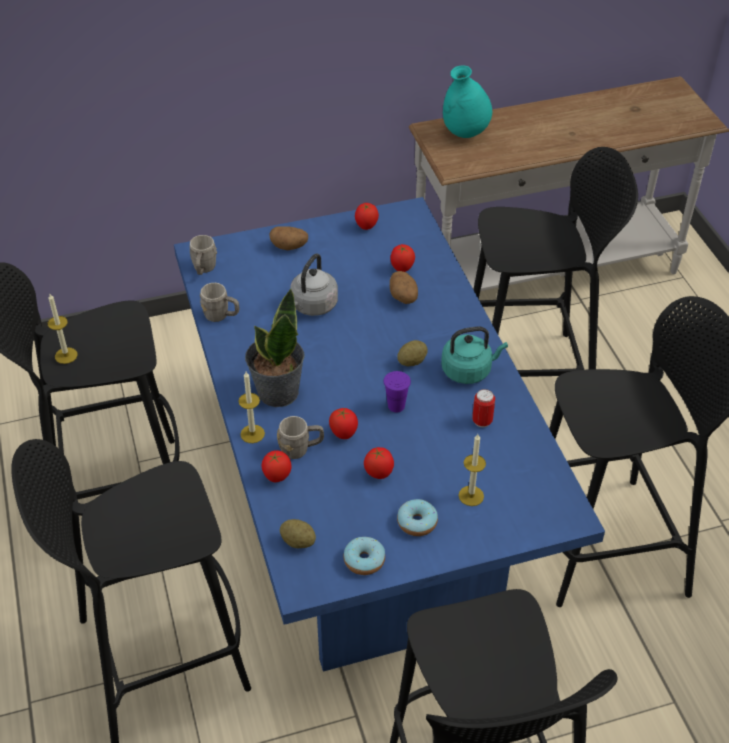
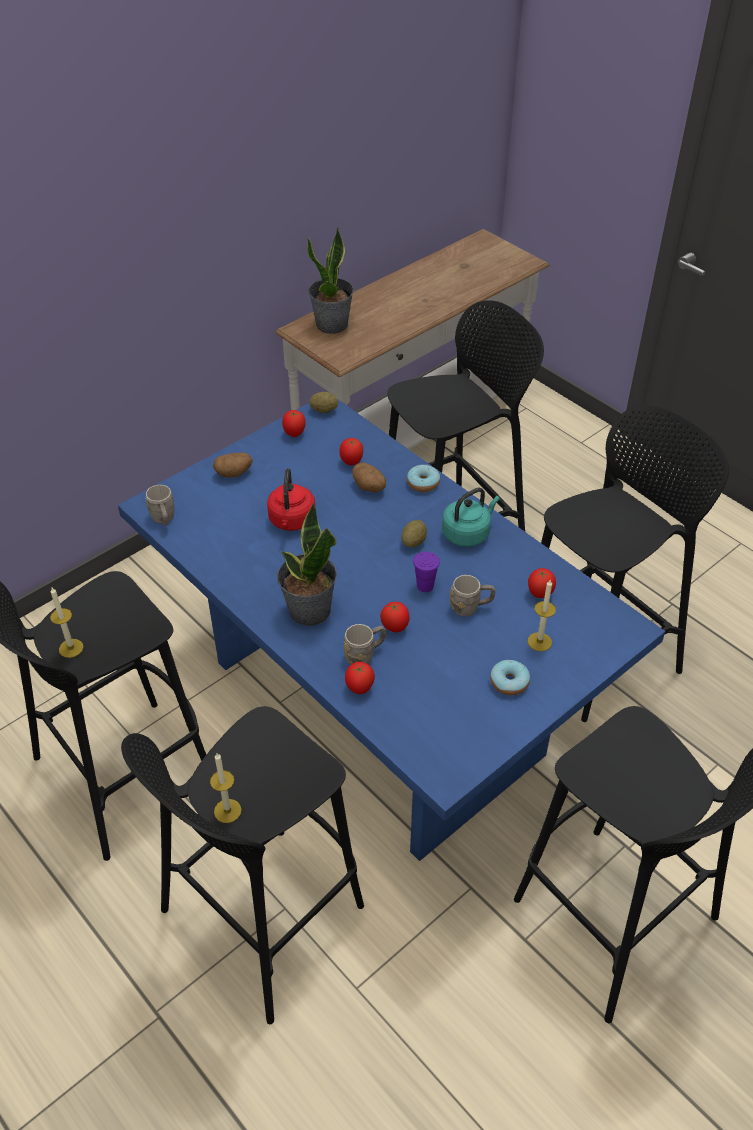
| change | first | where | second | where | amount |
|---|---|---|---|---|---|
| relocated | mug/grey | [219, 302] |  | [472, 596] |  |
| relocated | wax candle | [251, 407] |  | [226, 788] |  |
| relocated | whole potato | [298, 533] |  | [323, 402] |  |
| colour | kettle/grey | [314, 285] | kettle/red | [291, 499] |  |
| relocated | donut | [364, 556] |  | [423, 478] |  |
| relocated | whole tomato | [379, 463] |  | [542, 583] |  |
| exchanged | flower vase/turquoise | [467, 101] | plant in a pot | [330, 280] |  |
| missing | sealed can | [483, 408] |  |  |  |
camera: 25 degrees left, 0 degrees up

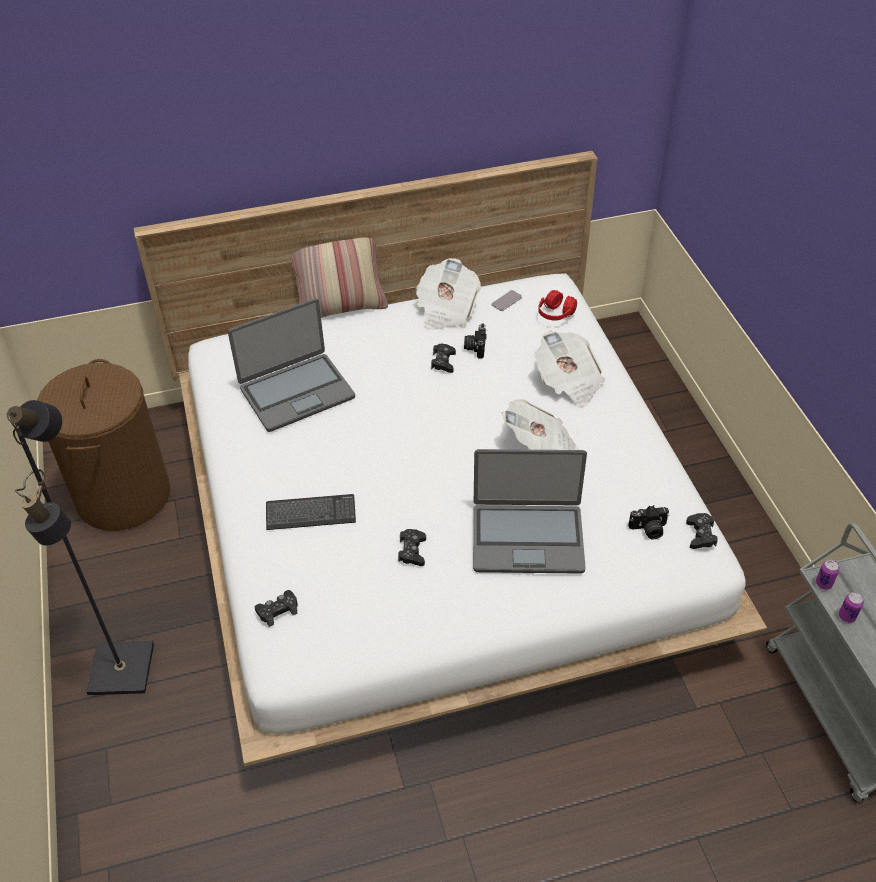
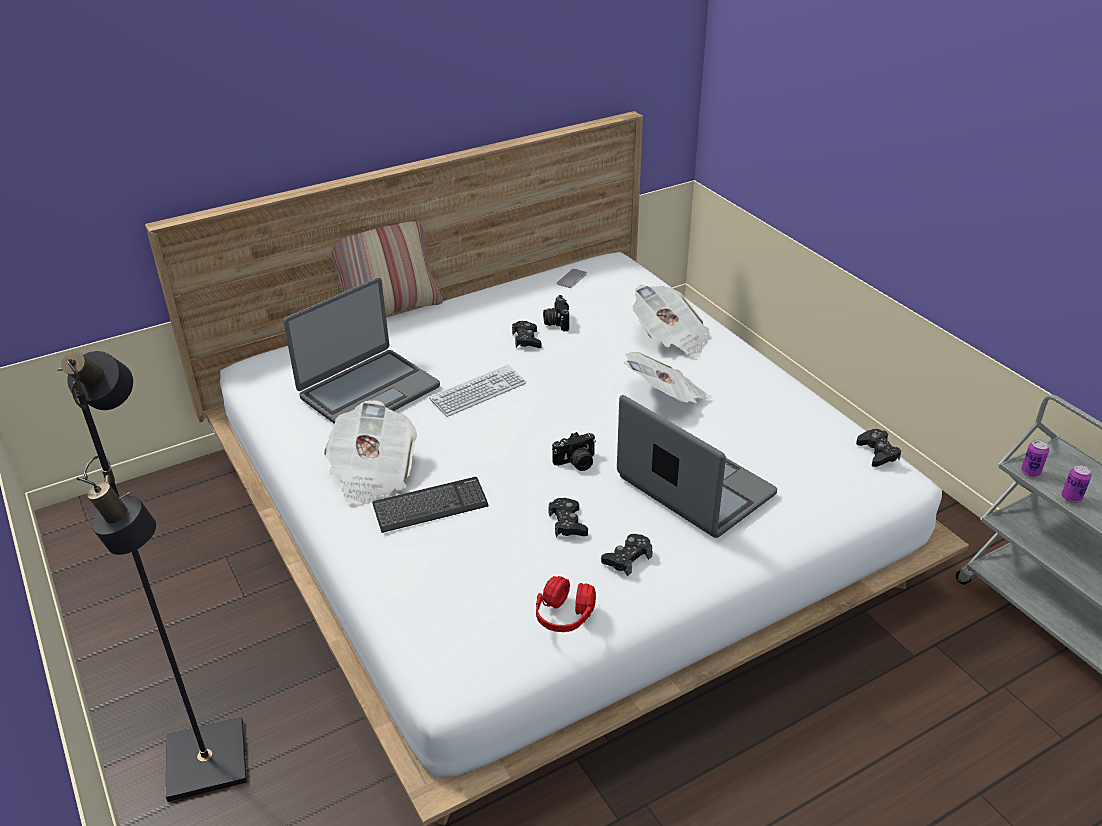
| change | first | where | second | where | amount |
|---|---|---|---|---|---|
| missing | washing basket/brown | [103, 445] |  |  |  |
| relocated | game controller/black-coloured | [276, 608] |  | [627, 555] |  |
| relocated | newspaper | [448, 294] |  | [370, 452] |  |
| spun | notebook computer | [530, 511] |  | [697, 466] | 120 degrees counterclockwise |
| relocated | headset/red | [557, 305] |  | [566, 604] |  |
| relocated | photo camera | [648, 522] |  | [574, 451] |  |
| appeared |  |  | computer keyboard | [477, 391] |  |
camera: 15 degrees left, 10 degrees down

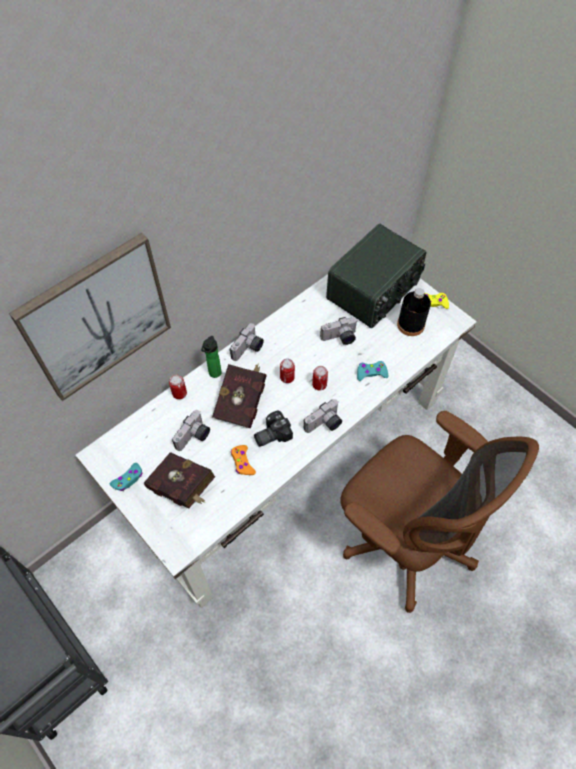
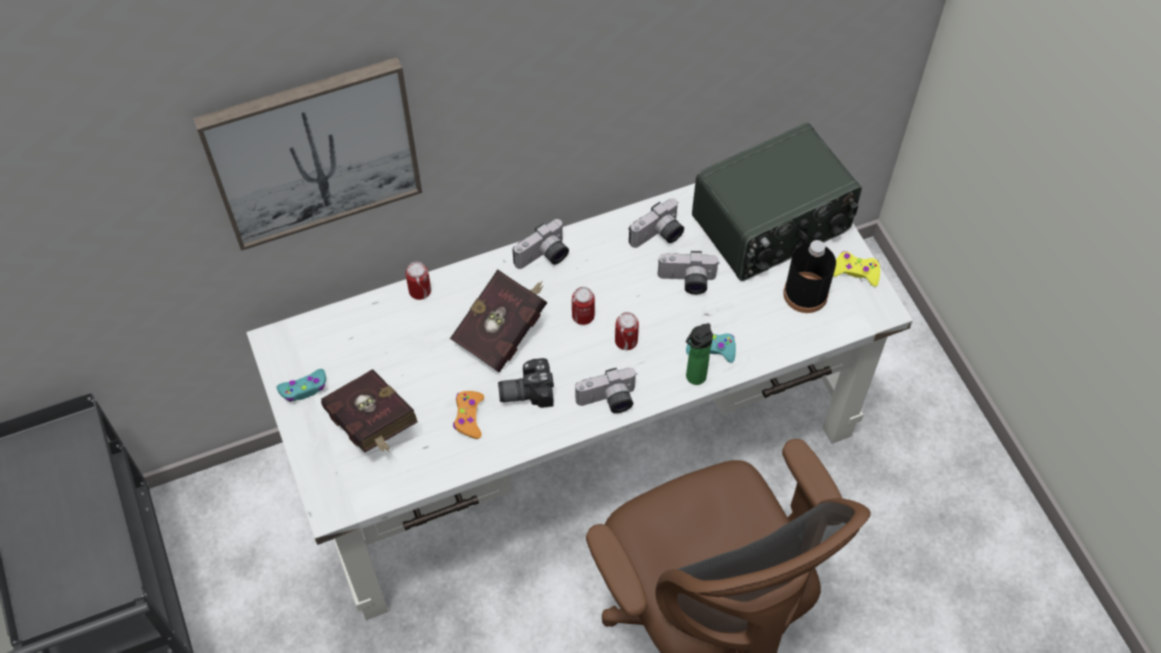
| change | first | where | second | where | amount |
|---|---|---|---|---|---|
| relocated | photo camera | [191, 430] |  | [656, 223] |  |
| relocated | bottle | [211, 357] |  | [699, 354] |  |
camera: 20 degrees right, 0 degrees up

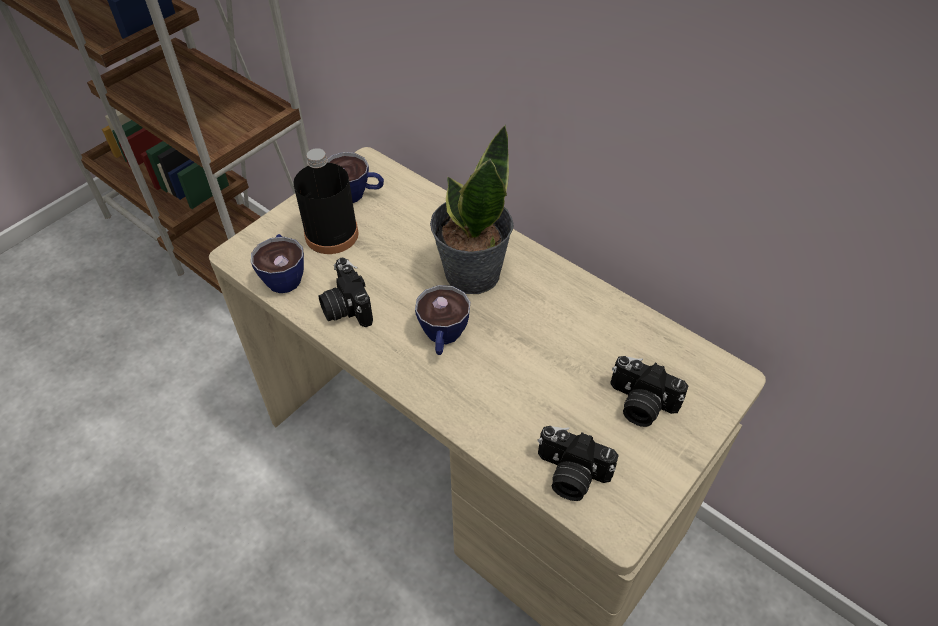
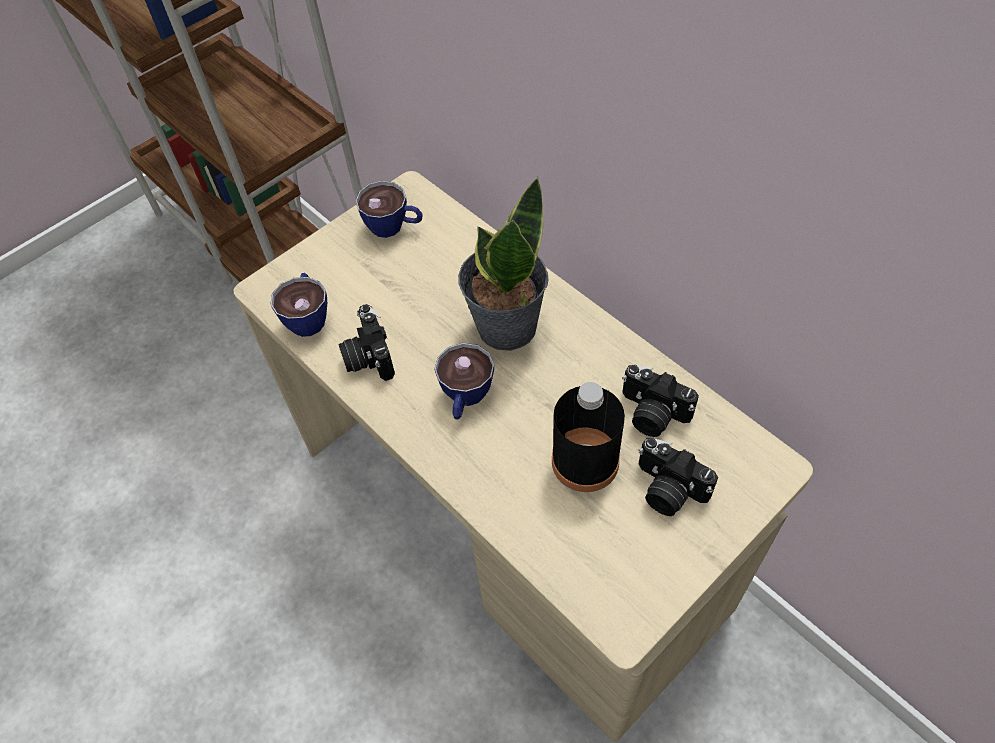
| change | first | where | second | where | amount |
|---|---|---|---|---|---|
| relocated | bottle/black-coloured | [326, 201] |  | [588, 437] |  |
| relocated | photo camera | [578, 463] |  | [660, 401] |  |
camera: 10 degrees right, 5 degrees up

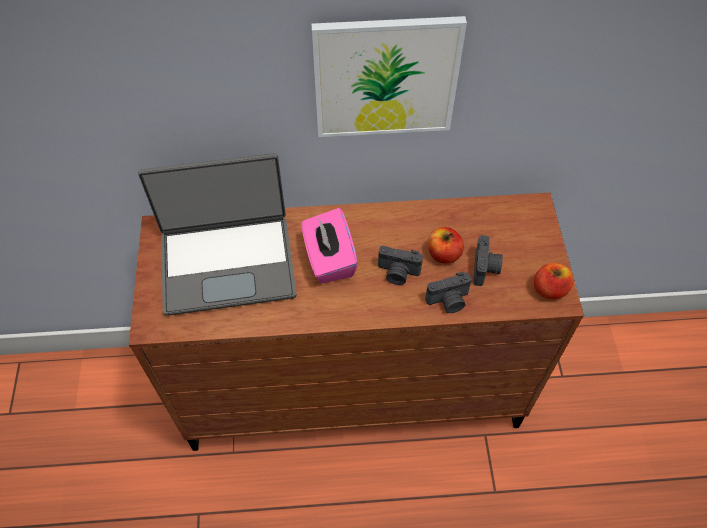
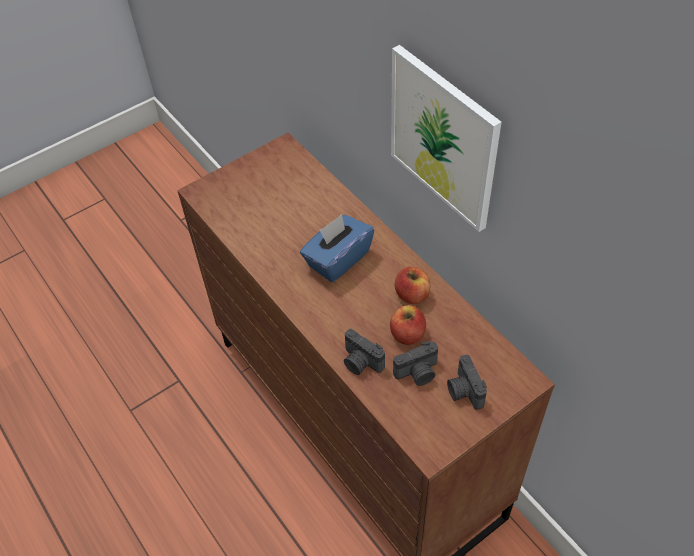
| change | first | where | second | where | amount |
|---|---|---|---|---|---|
| missing | notebook computer | [217, 234] |  |  |  |
| colour | box of tissues/pink | [329, 245] | box of tissues/blue-coloured | [337, 248] |  |
| relocated | photo camera | [400, 265] |  | [467, 382] |  |
| relocated | apple fruit | [554, 281] |  | [412, 285] |  |
camera: 60 degrees right, 5 degrees down

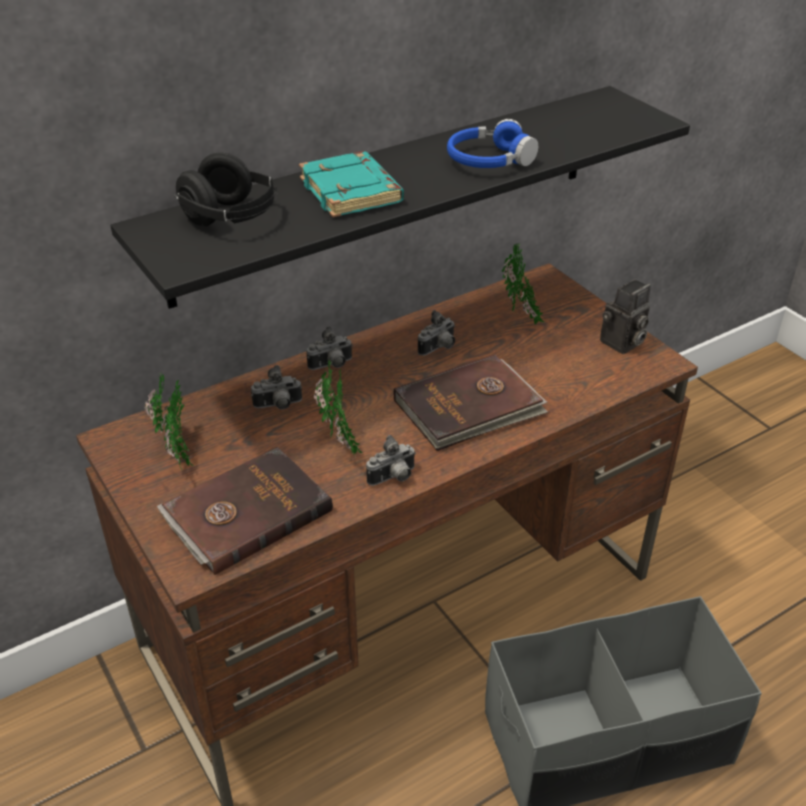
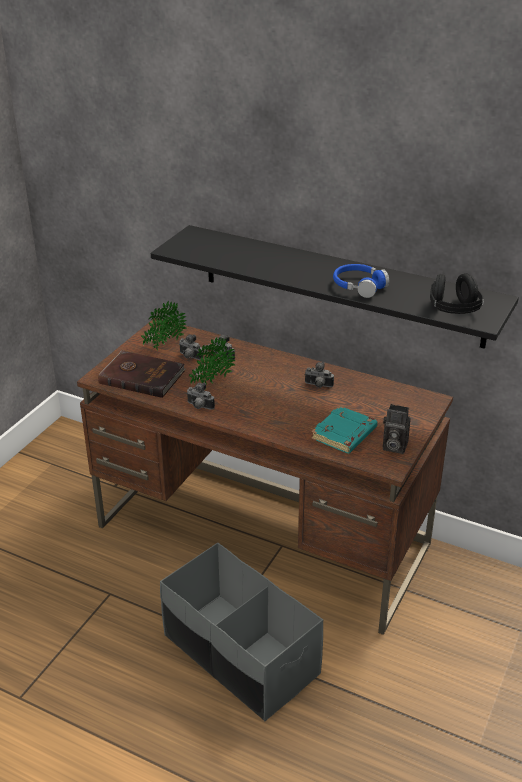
| change | first | where | second | where | amount |
|---|---|---|---|---|---|
| relocated | headset/black-coloured | [225, 189] |  | [457, 293] |  |
| relocated | bound book/turquoise | [351, 184] |  | [344, 429] |  |
| relocated | photo camera | [329, 348] |  | [191, 347] |  |
| missing | bound book/brown | [471, 402] |  |  |  |
| missing | plant in a pot | [523, 284] |  |  |  |
camera: 60 degrees right, 5 degrees down

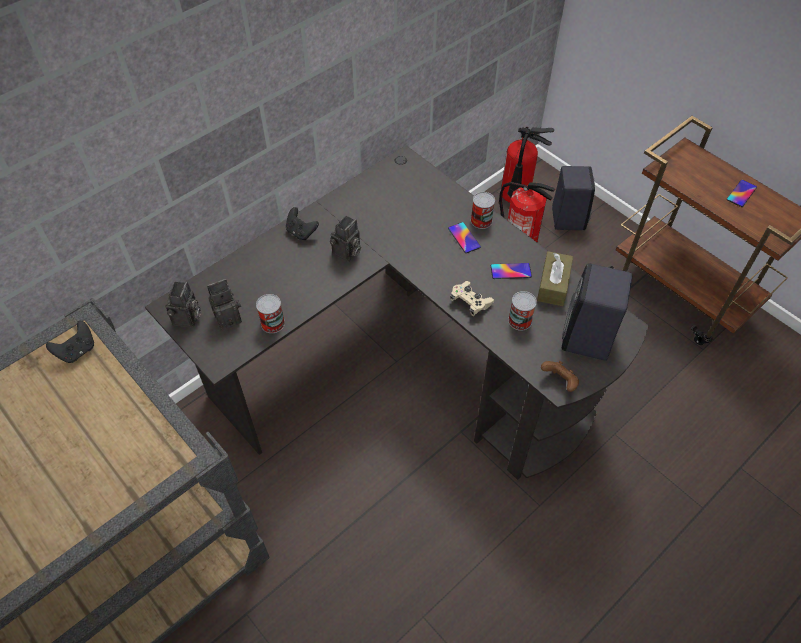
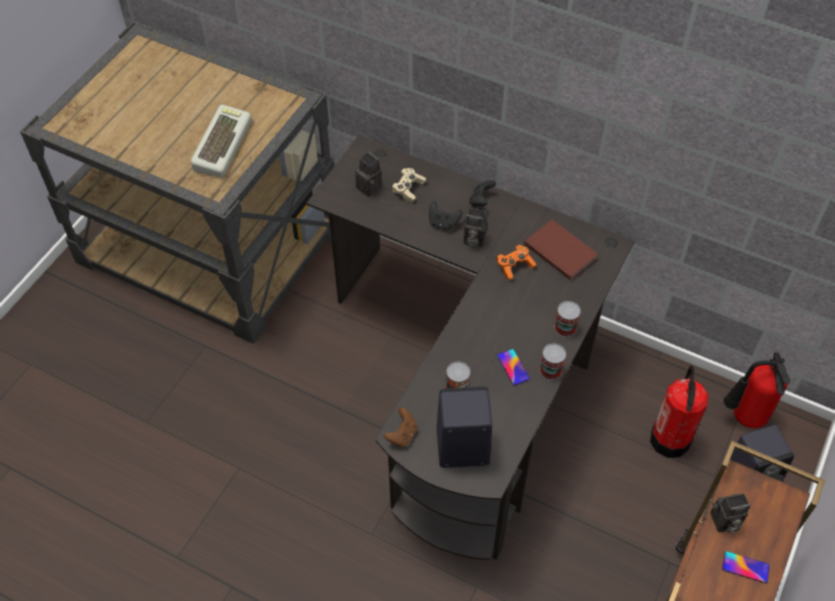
| change | first | where | second | where | amount |
|---|---|---|---|---|---|
| relocated | game controller/black-coloured | [70, 342] |  | [445, 215] |  |
| relocated | photo camera | [183, 304] |  | [730, 513] |  |
| relocated | sealed can | [270, 313] |  | [553, 361] |  |
| missing | handset | [464, 237] |  |  |  |
| relocated | game controller/sand-coloured | [472, 298] |  | [408, 185] |  |
| missing | box of tissues/brown | [555, 278] |  |  |  |
| appeared |  |  | computer keyboard | [221, 140] |  |
| appeared |  |  | game controller/orange-coloured | [516, 262] |  |
| appeared |  |  | bound book/brown | [561, 250] |  |
camera: 70 degrees right, 0 degrees up

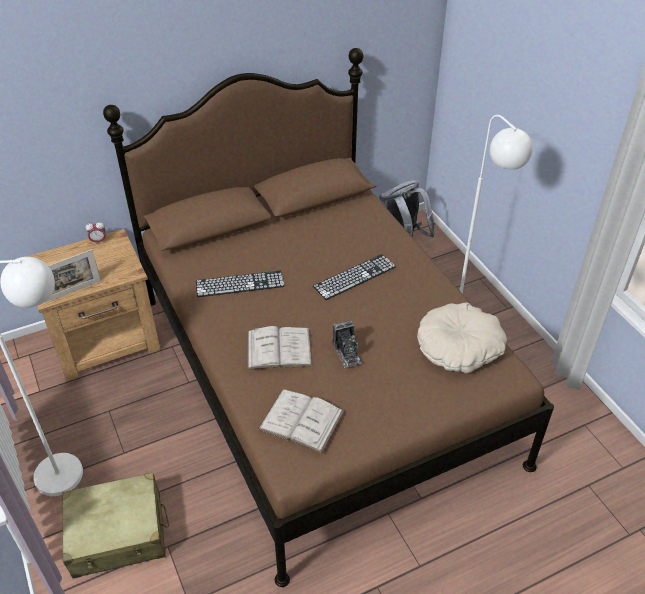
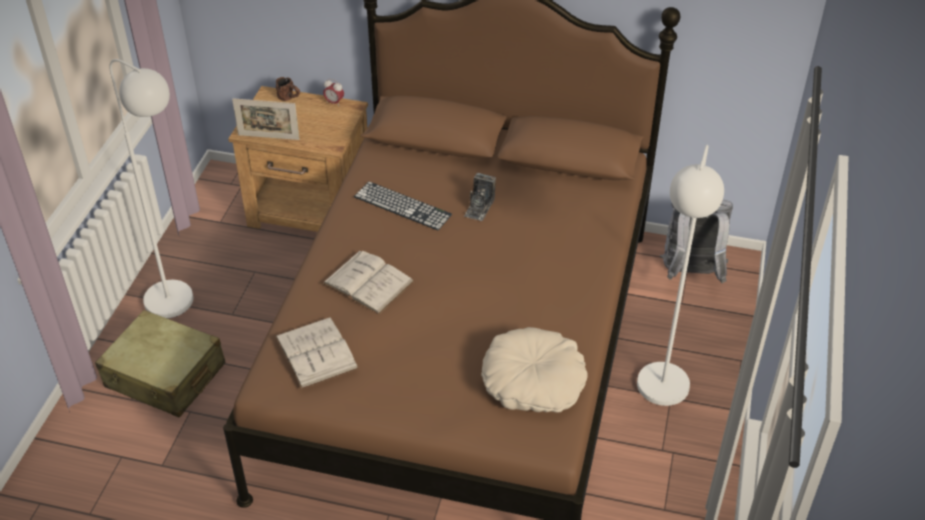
| change | first | where | second | where | amount |
|---|---|---|---|---|---|
| missing | computer keyboard | [354, 277] |  |  |  |
| relocated | photo camera | [347, 344] |  | [480, 197] |  |
| appeared |  |  | mug/brown | [288, 89] |  |
camera: 40 degrees right, 0 degrees up

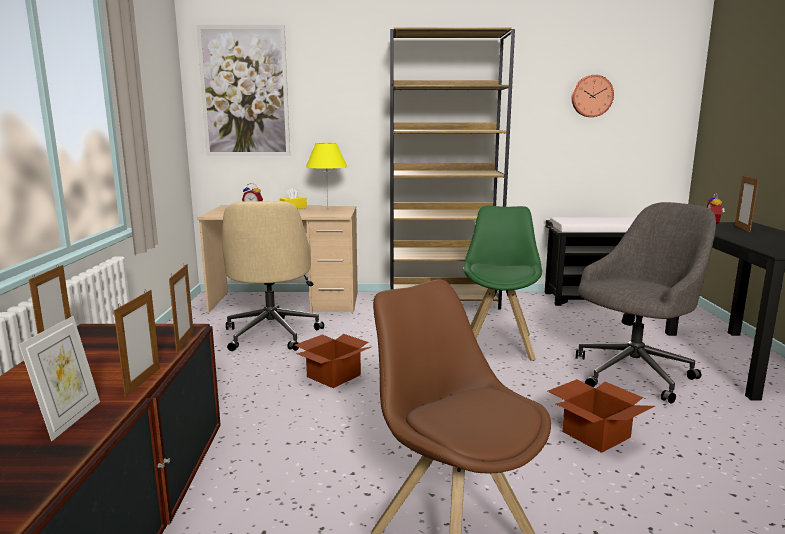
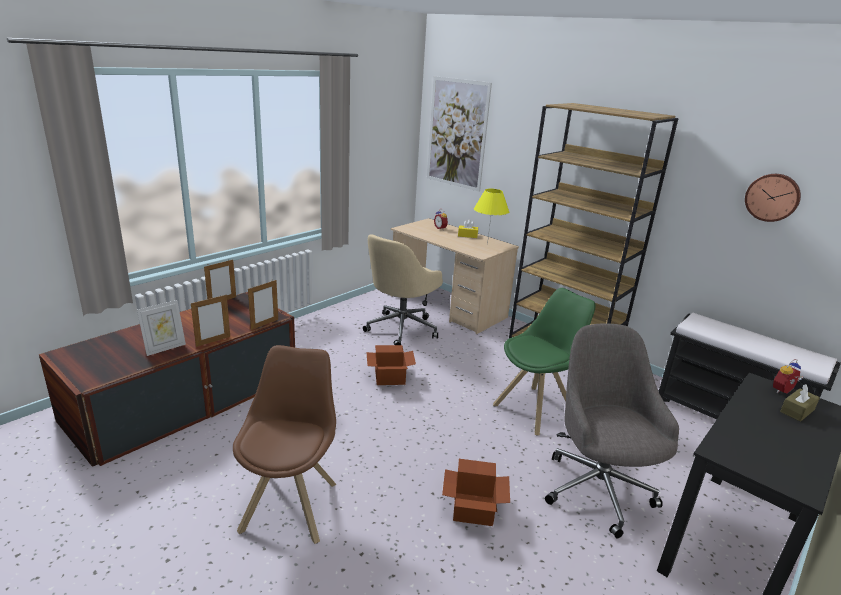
| change | first | where | second | where | amount |
|---|---|---|---|---|---|
| spun | desk chair/grey | [646, 303] |  | [612, 431] | 105 degrees counterclockwise |
| exchanged | standing frame | [747, 203] | box of tissues/brown | [800, 402] |  |
camera: 40 degrees right, 10 degrees up

